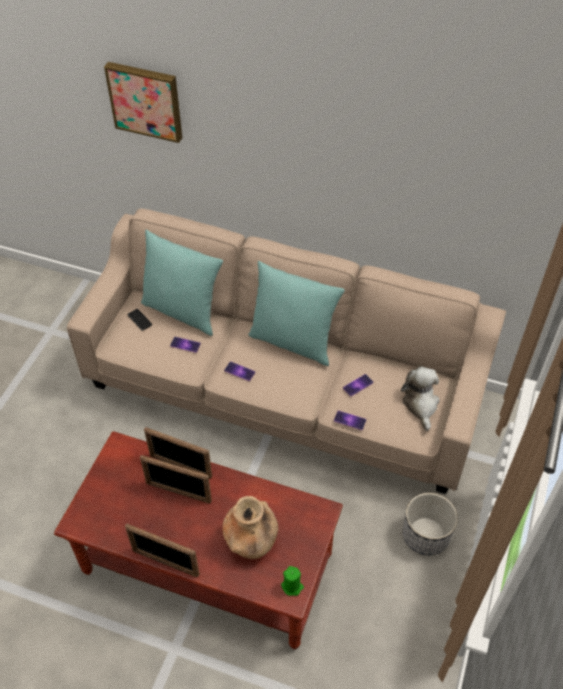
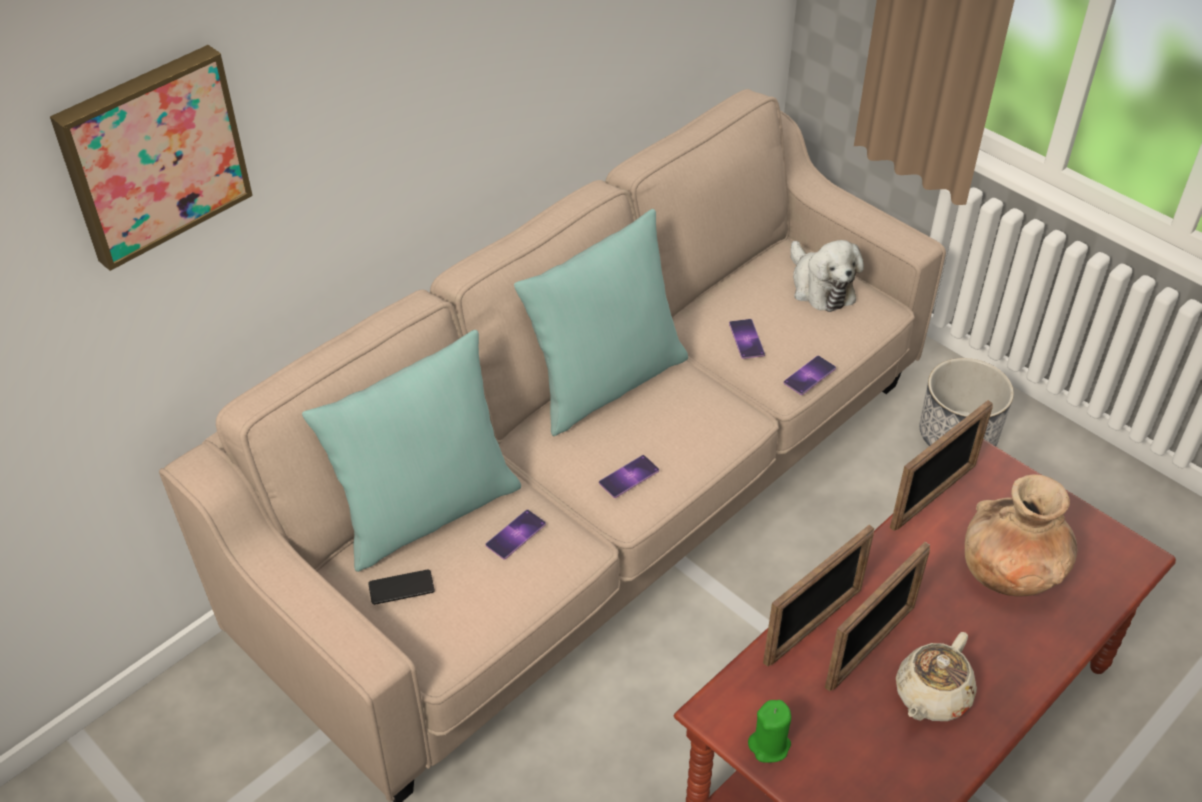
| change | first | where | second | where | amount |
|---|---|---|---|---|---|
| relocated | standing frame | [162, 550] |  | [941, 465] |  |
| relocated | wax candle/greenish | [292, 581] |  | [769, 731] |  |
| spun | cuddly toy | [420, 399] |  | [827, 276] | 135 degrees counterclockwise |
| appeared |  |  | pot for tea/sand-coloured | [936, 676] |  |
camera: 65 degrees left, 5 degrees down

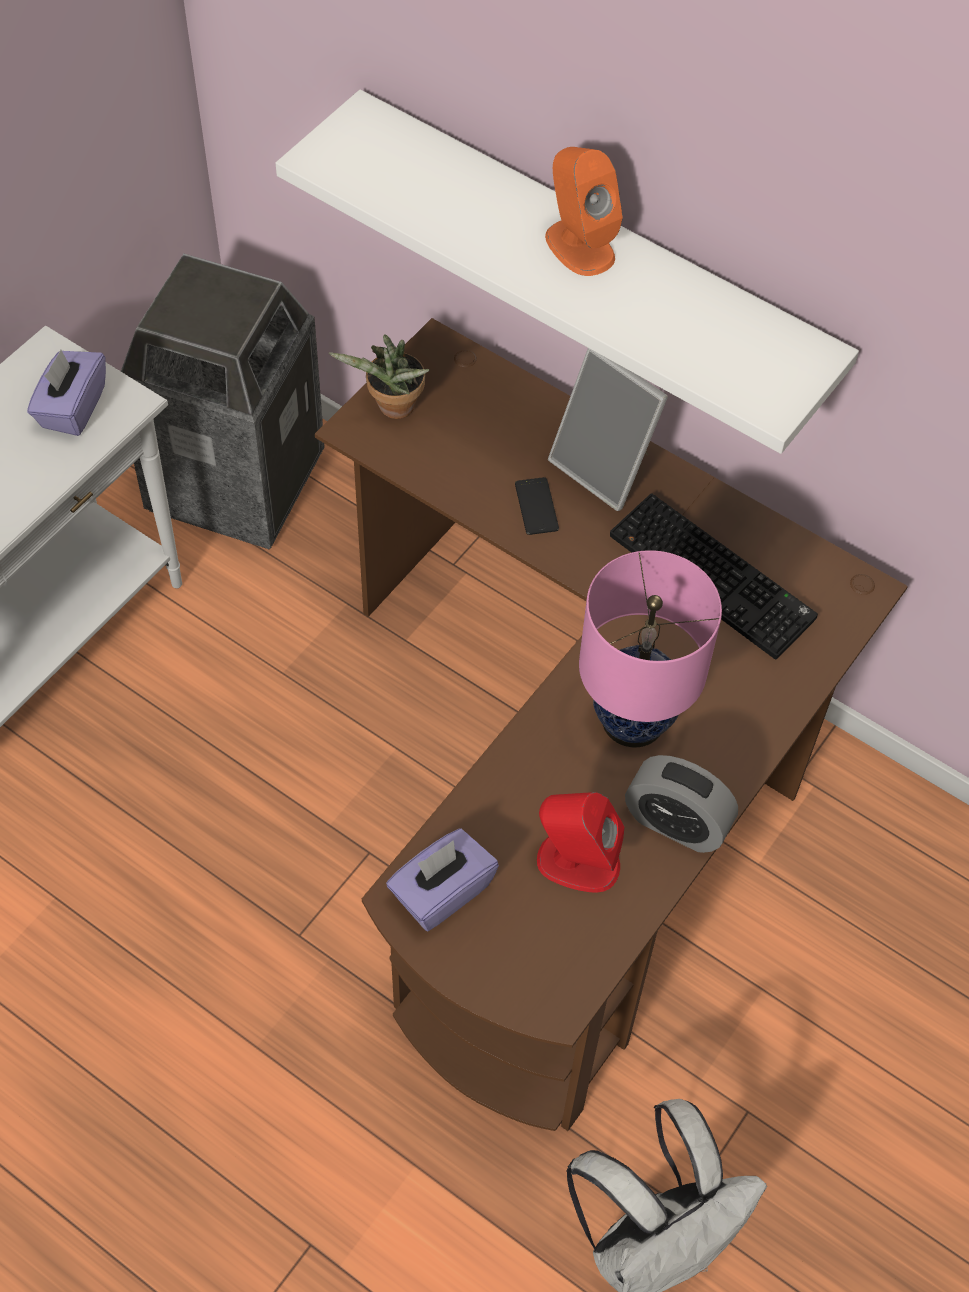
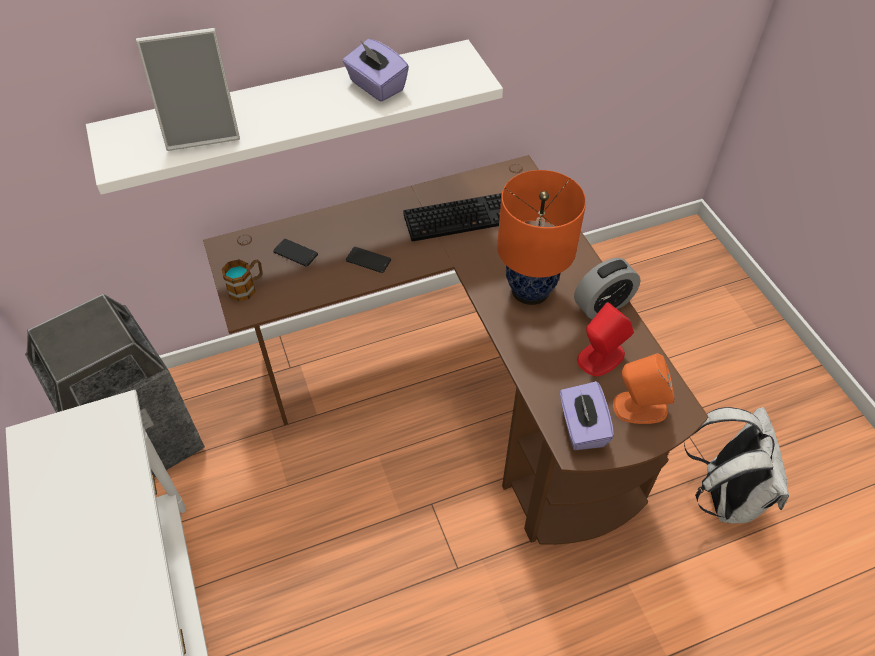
| change | first | where | second | where | amount |
|---|---|---|---|---|---|
| relocated | box of tissues/purple-coloured | [66, 393] |  | [376, 70] |  |
| exchanged | plant in a pot | [379, 377] | mug | [242, 280] |  |
| relocated | audio speaker/orange-coloured | [584, 211] |  | [644, 388] |  |
| relocated | standing frame | [608, 429] |  | [188, 89] |  |
| colour | table lamp/pink | [650, 648] | table lamp/orange-coloured | [541, 237] |  |
| appeared |  |  | handset | [295, 253] |  |
camera: 55 degrees left, 5 degrees down

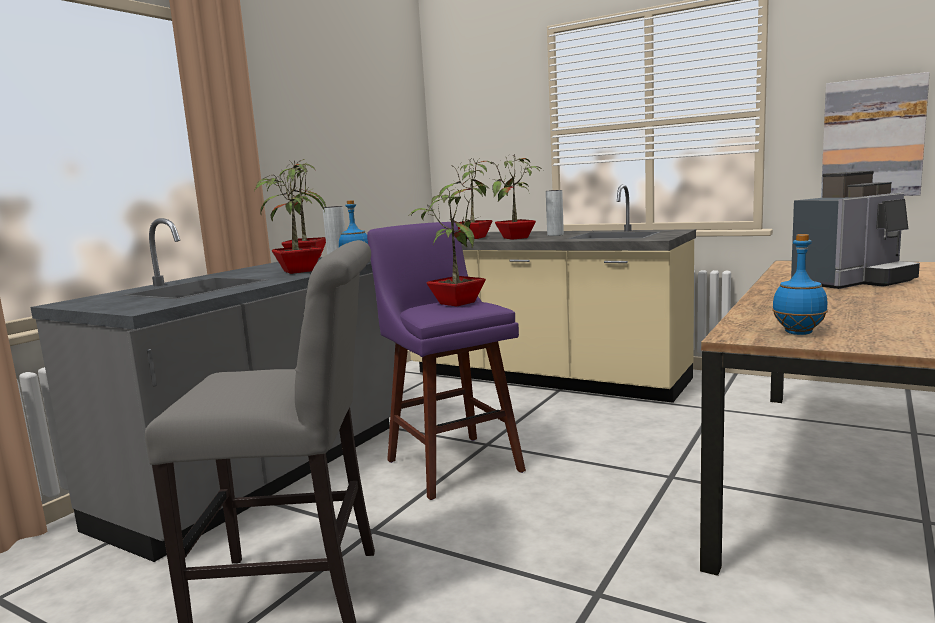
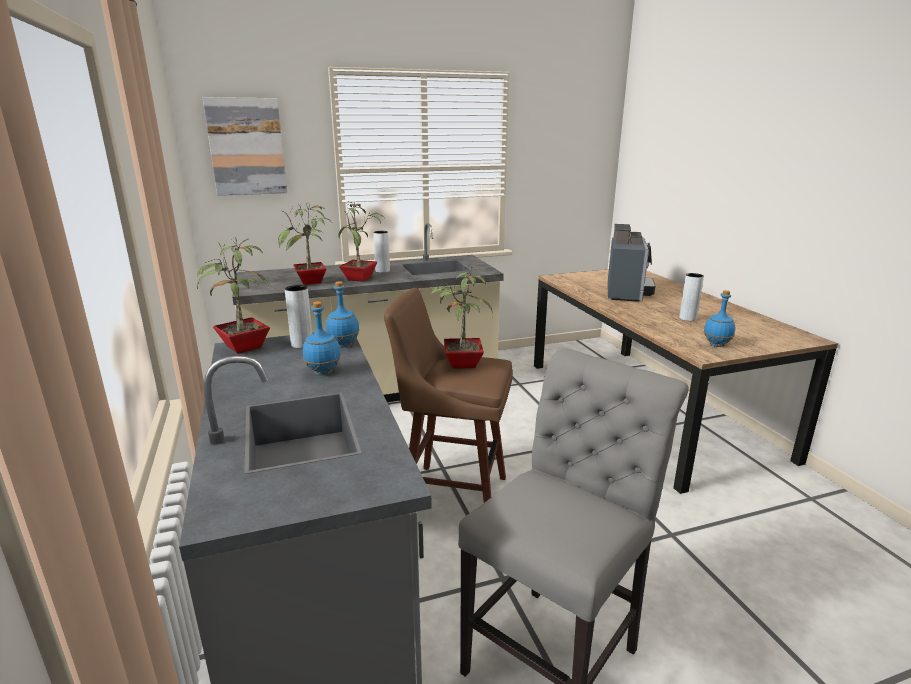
| change | first | where | second | where | amount |
|---|---|---|---|---|---|
| exchanged | plant in a pot | [289, 216] | bottle/blue-coloured | [322, 338] |  |
| colour | sitting stool/purple-coloured | [446, 361] | sitting stool/brown | [448, 395] |  |
| relocated | picture | [875, 135] |  | [245, 146] |  |
| appeared |  |  | flower vase/grey | [691, 297] |  |
camera: 50 degrees left, 10 degrees up

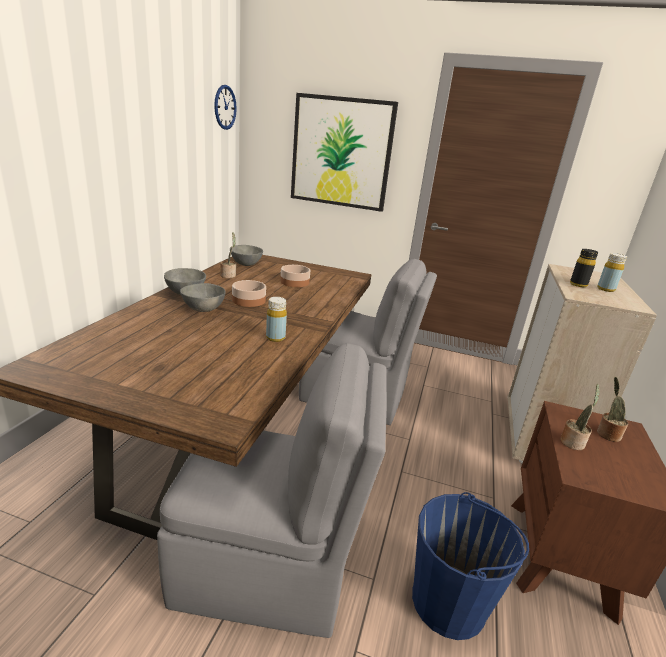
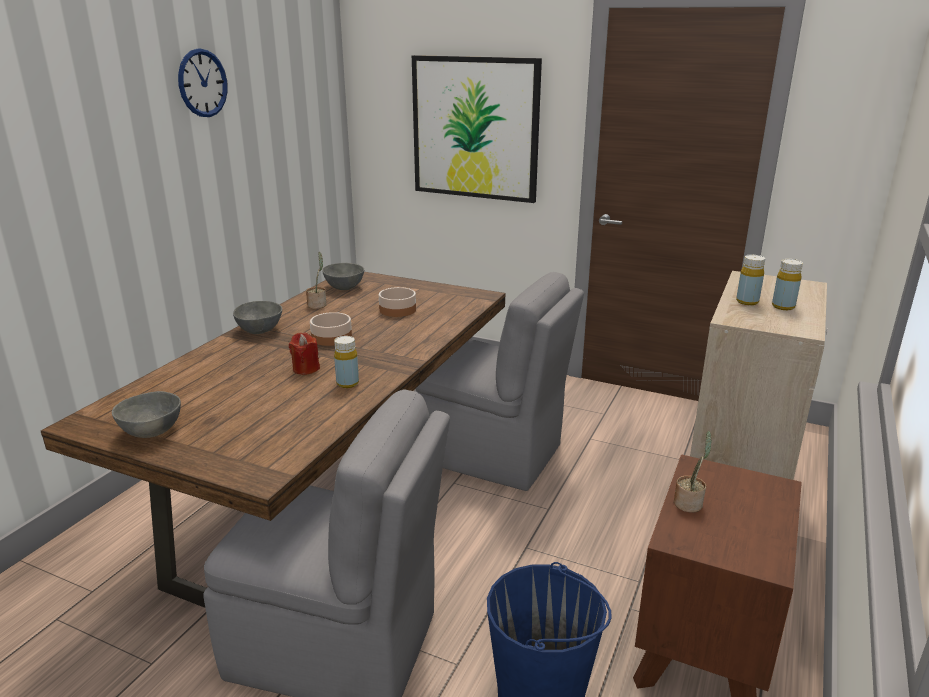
| change | first | where | second | where | amount |
|---|---|---|---|---|---|
| relocated | serving bowl/grey | [203, 297] |  | [146, 414] |  |
| relocated | hanging clock | [225, 107] |  | [203, 82] |  |
| colour | bottle/black-coloured | [584, 268] | bottle/yellow | [750, 280] |  |
| missing | plant in a pot | [612, 409] |  |  |  |
| appeared |  |  | wax candle/red | [304, 353] |  |
camera: 10 degrees right, 0 degrees up

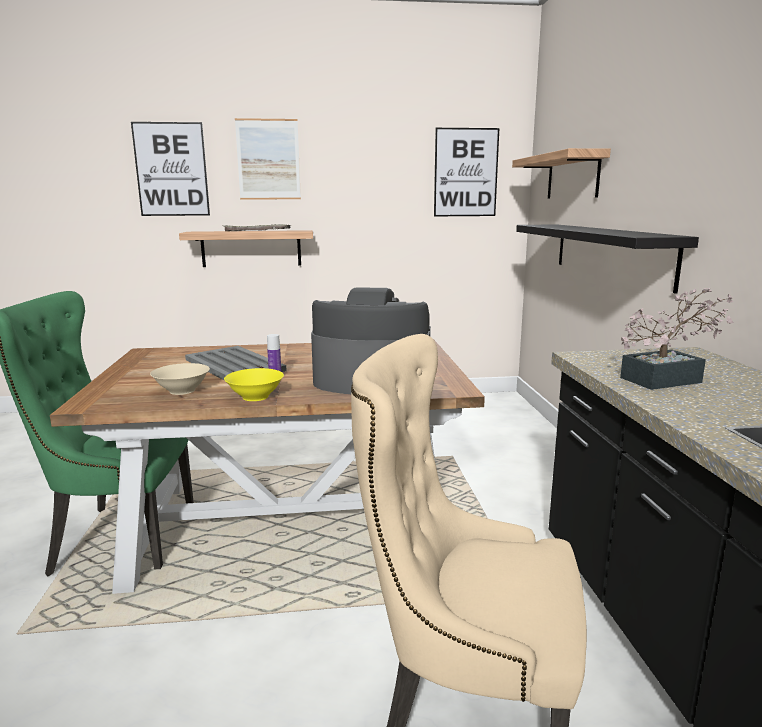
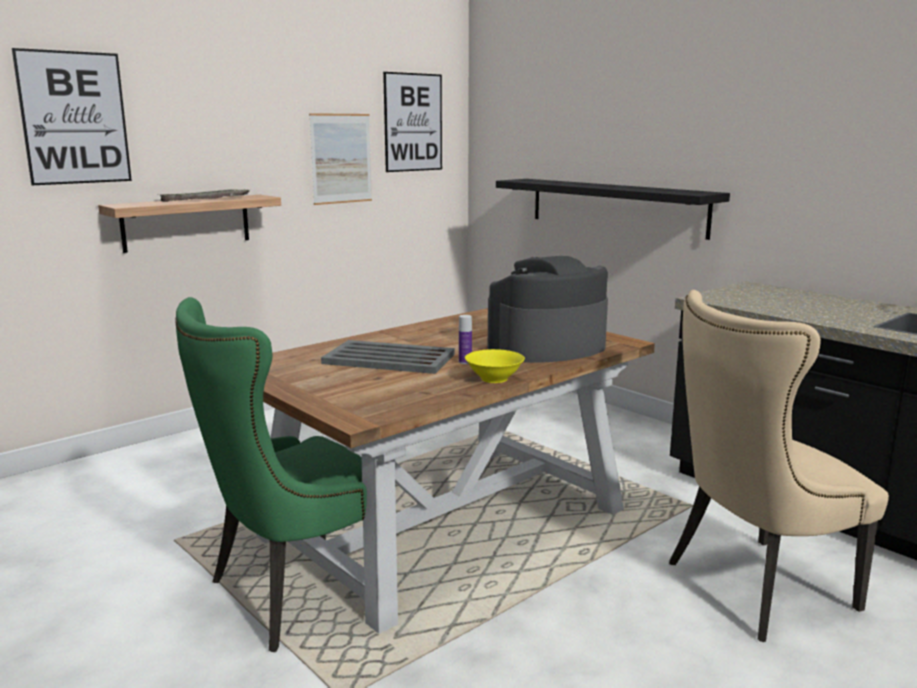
| change | first | where | second | where | amount |
|---|---|---|---|---|---|
| missing | serving bowl/sand-coloured | [180, 379] |  |  |  |
| relocated | picture | [268, 159] |  | [340, 159] |  |
| missing | shelf | [561, 173] |  |  |  |
| missing | plant in a pot | [677, 338] |  |  |  |
camera: 35 degrees left, 0 degrees up

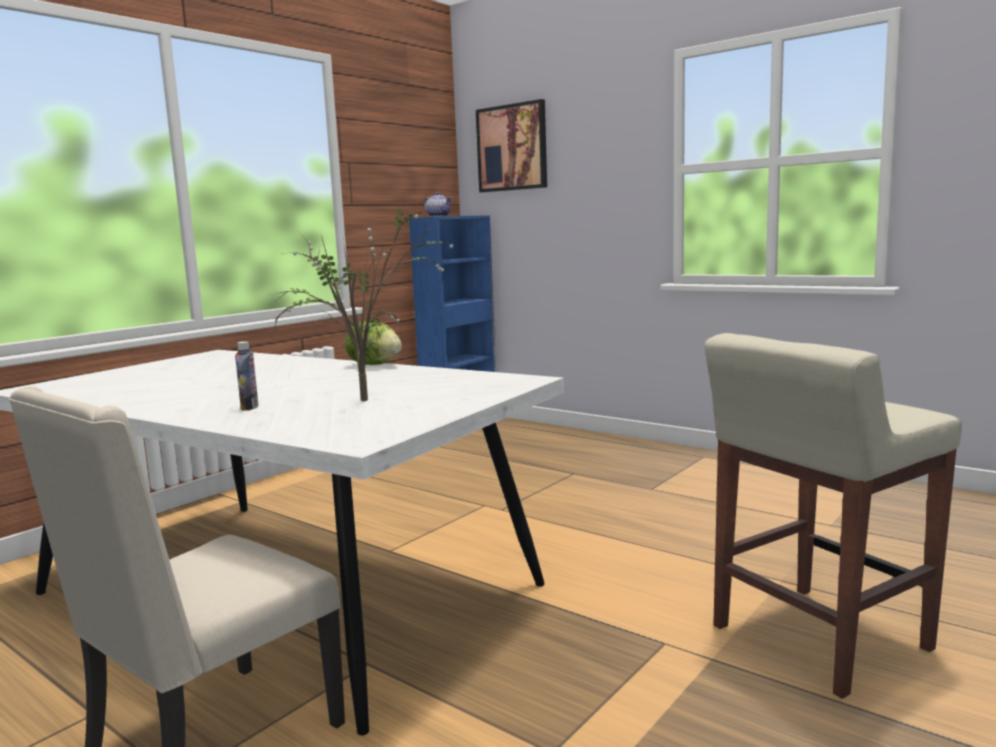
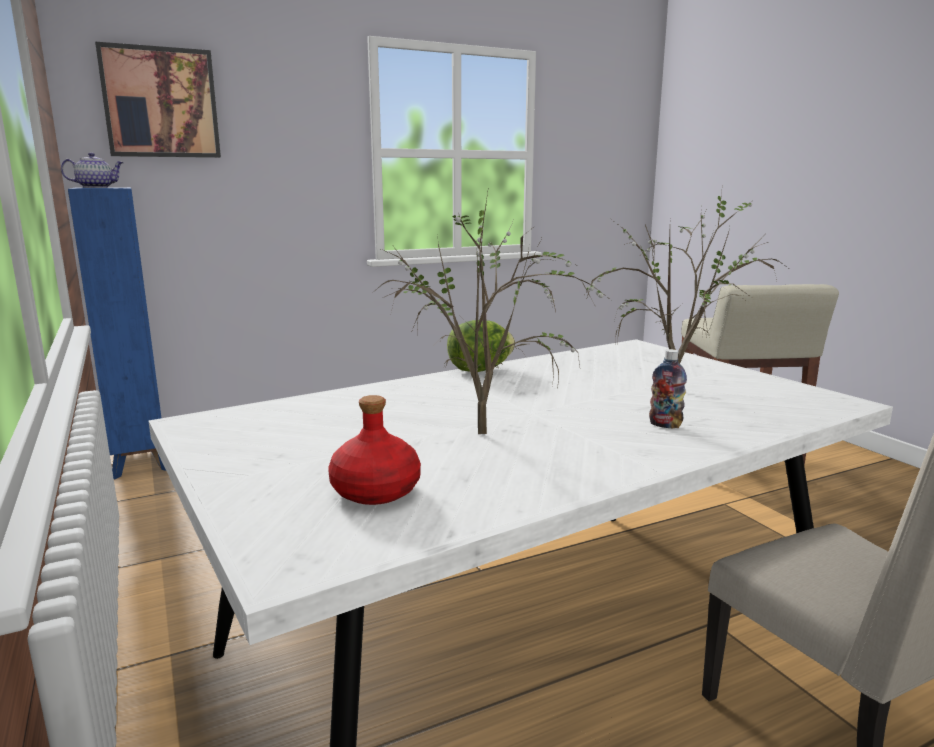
| change | first | where | second | where | amount |
|---|---|---|---|---|---|
| appeared |  |  | bottle/red | [374, 450] |  |
| appeared |  |  | plant in a pot | [491, 310] |  |
camera: 65 degrees left, 5 degrees up

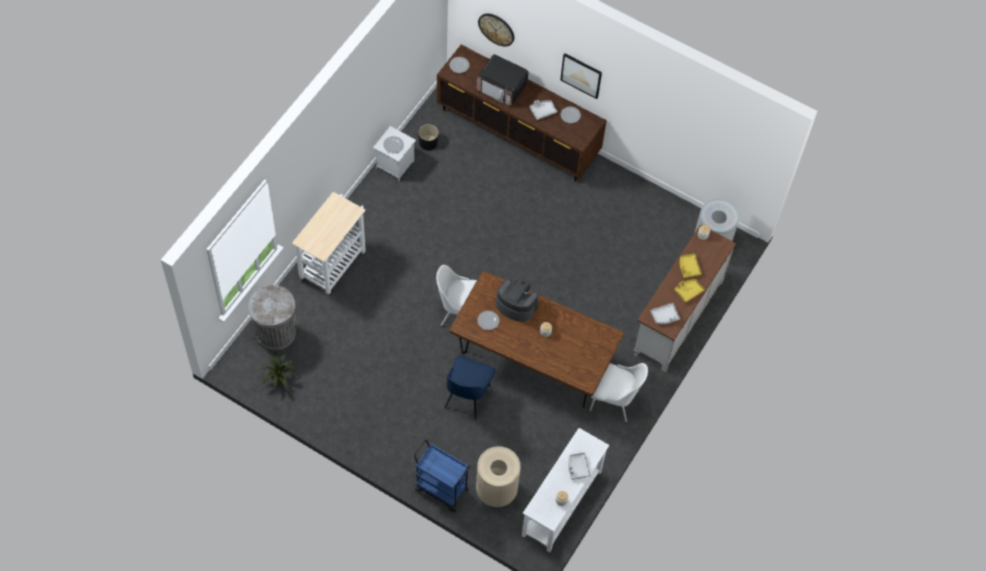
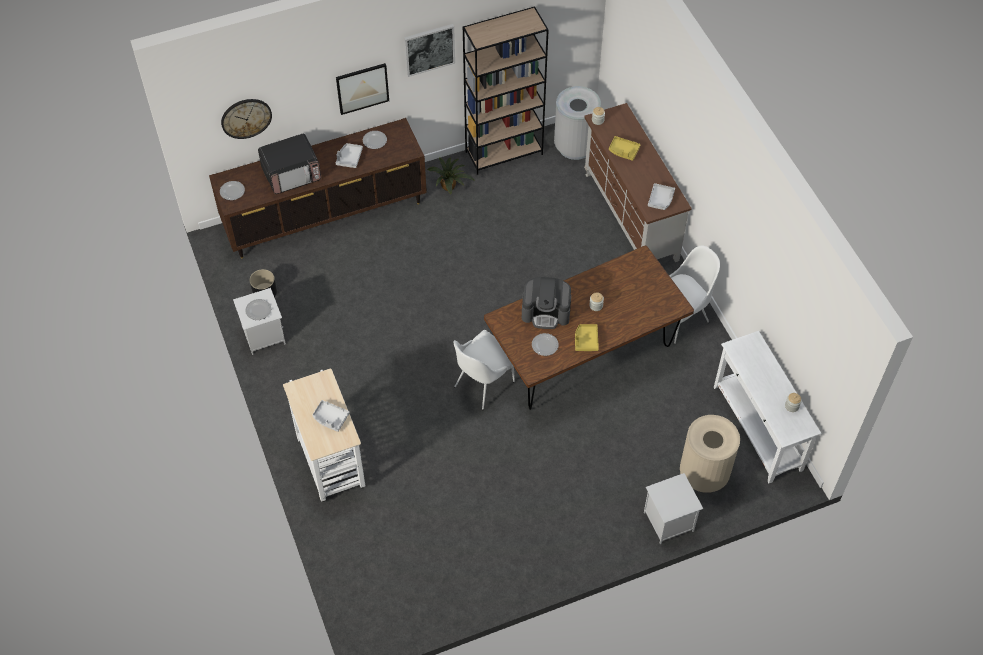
| change | first | where | second | where | amount |
|---|---|---|---|---|---|
| missing | trash can/grey | [272, 317] |  |  |  |
| relocated | plant in a pot | [278, 372] |  | [451, 175] |  |
| exchanged | cart/blue-coloured | [442, 476] | night table/grey | [673, 508] |  |
| missing | upright chair/blue-coloured | [470, 387] |  |  |  |
| spun | coffee maker | [517, 300] |  | [546, 303] | 150 degrees counterclockwise |
| relocated | tray/grey | [579, 466] |  | [331, 416] |  |
| relocated | tray/yellow | [689, 291] |  | [587, 337] |  |
| appeared |  |  | picture | [429, 50] |  |
| appeared |  |  | bookshelf/sand-coloured | [506, 90] |  |
camera: 50 degrees left, 5 degrees down

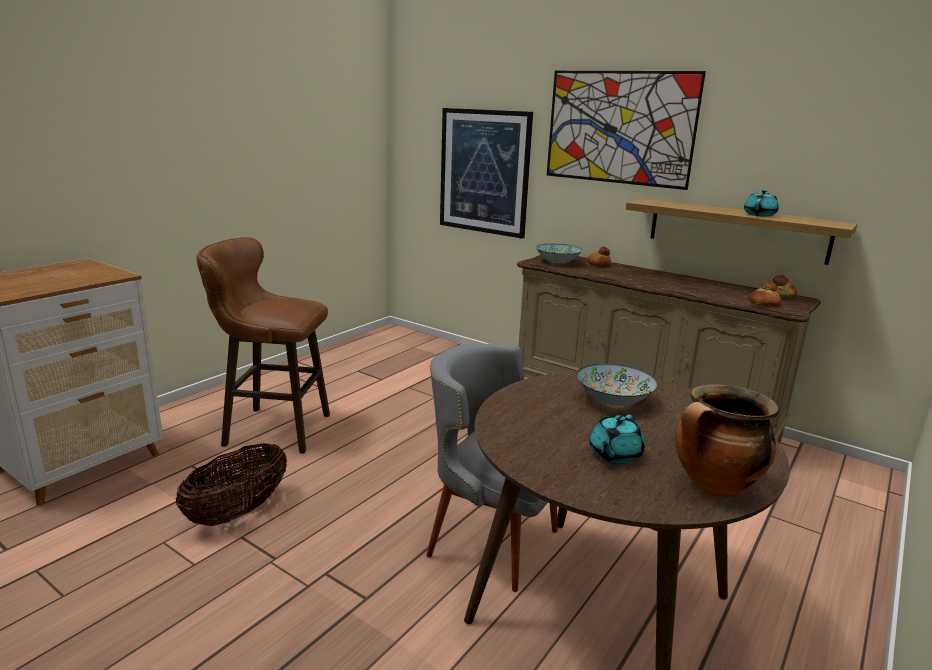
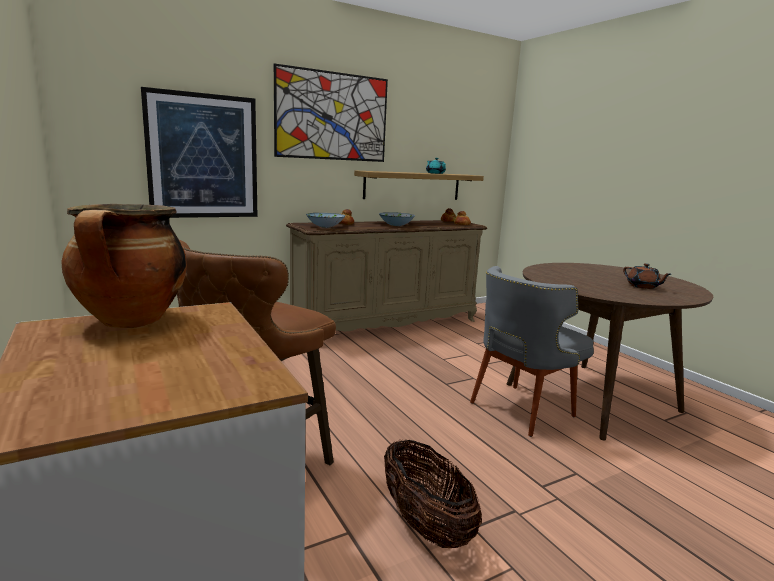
| change | first | where | second | where | amount |
|---|---|---|---|---|---|
| relocated | serving bowl | [617, 385] |  | [397, 219] |  |
| colour | pot for tea/turquoise | [617, 439] | pot for tea/brown | [647, 276] |  |
| relocated | cooking pot | [726, 440] |  | [124, 266] |  |
camera: 65 degrees left, 5 degrees down

